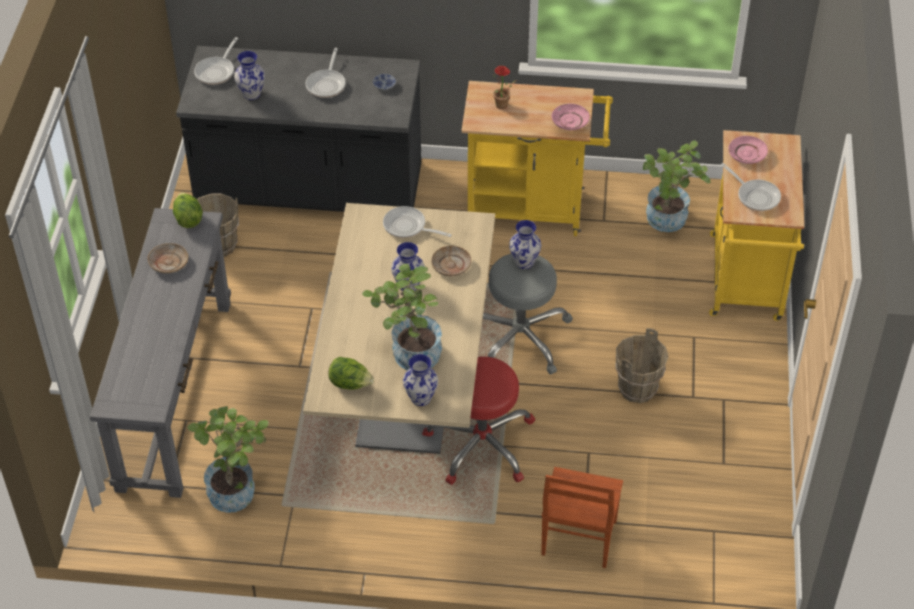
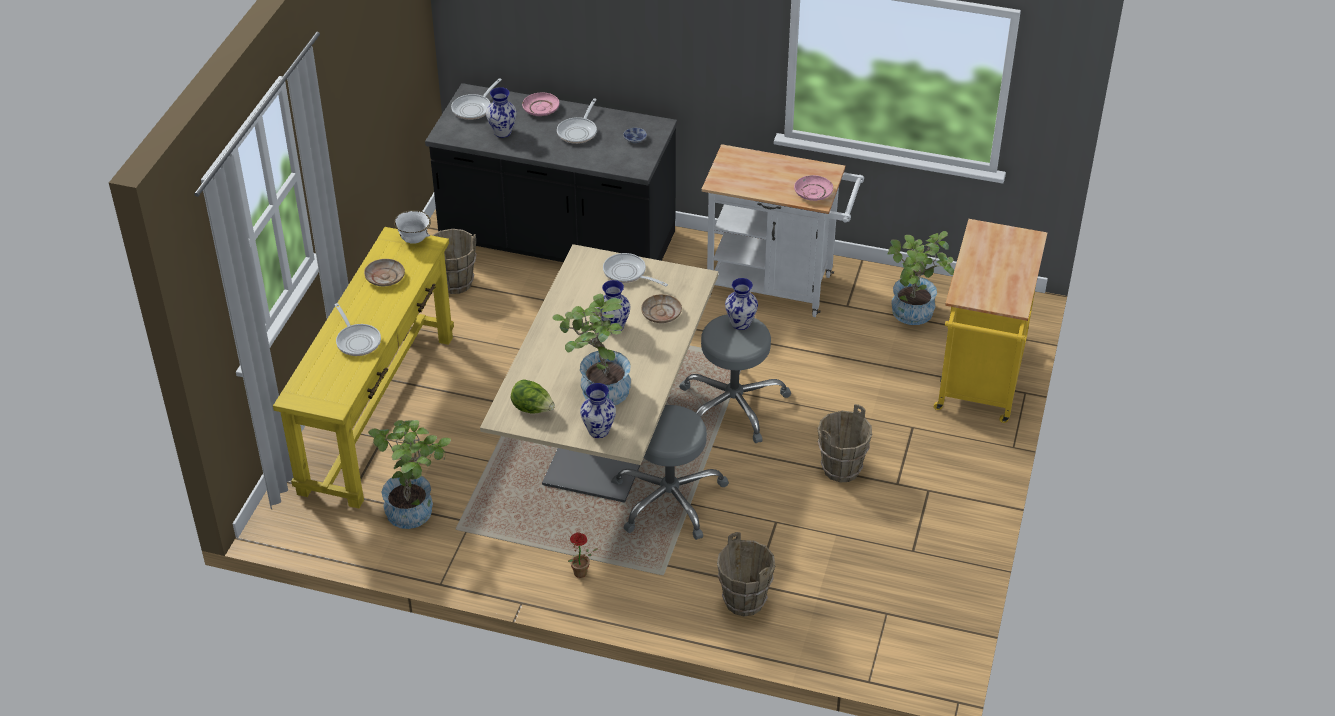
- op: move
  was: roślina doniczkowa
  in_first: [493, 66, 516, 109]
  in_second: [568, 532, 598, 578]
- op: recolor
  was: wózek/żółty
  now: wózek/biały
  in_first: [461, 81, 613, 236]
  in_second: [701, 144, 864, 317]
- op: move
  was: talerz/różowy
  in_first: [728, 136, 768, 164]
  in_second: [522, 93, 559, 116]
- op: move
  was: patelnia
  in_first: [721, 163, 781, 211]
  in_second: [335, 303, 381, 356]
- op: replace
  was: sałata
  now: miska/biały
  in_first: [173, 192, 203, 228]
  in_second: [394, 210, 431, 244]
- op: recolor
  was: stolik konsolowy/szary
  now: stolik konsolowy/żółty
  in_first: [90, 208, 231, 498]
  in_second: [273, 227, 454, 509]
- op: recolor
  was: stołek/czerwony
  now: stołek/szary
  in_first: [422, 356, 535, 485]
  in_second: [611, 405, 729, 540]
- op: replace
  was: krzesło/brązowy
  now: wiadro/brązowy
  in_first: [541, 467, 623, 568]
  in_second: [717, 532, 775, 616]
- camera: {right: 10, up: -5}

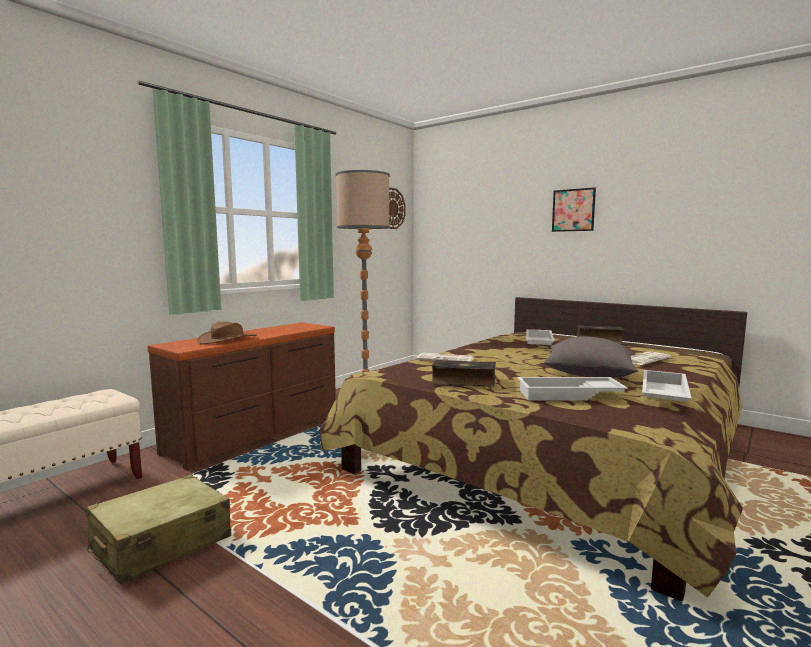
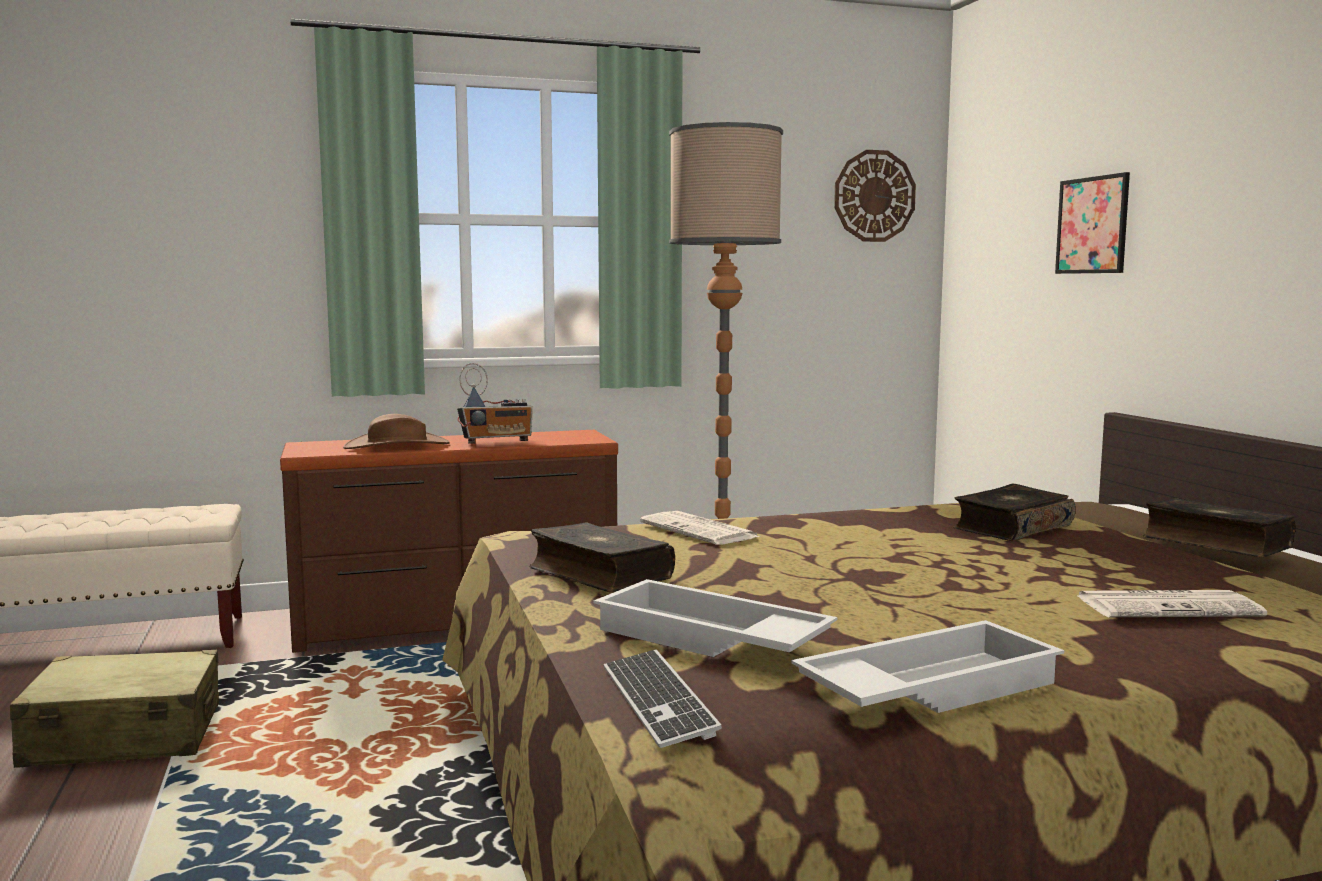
- op: move
  was: obraz
  in_first: [552, 187, 596, 232]
  in_second: [1055, 172, 1130, 274]
- op: replace
  was: taca/biały
  now: książka
  in_first: [526, 329, 554, 345]
  in_second: [953, 484, 1076, 541]
- op: delete
  was: poduszka/szary
  in_first: [544, 336, 638, 378]
- op: insert
  now: radio
  in_second: [457, 363, 533, 444]
- op: insert
  now: klawiatura
  in_second: [604, 649, 722, 748]
- camera: {right: 35, up: 0}

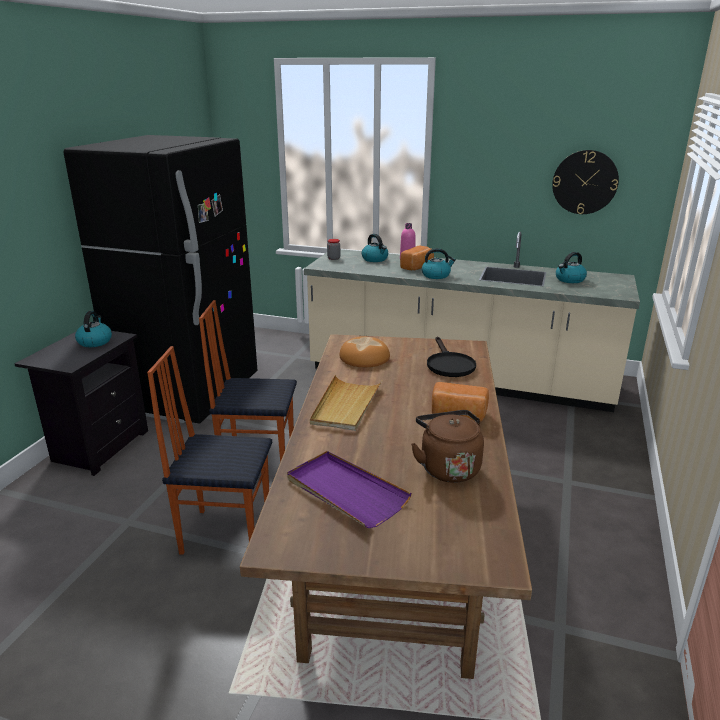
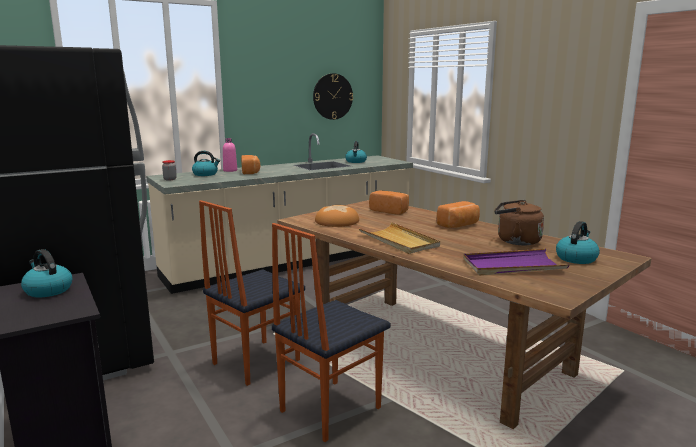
- op: move
  was: czajnik
  in_first: [422, 248, 456, 279]
  in_second: [556, 221, 600, 264]
- op: replace
  was: patelnia/czarny
  now: chleb
  in_first: [427, 336, 476, 377]
  in_second: [369, 191, 409, 215]
- camera: {right: -50, up: -10}

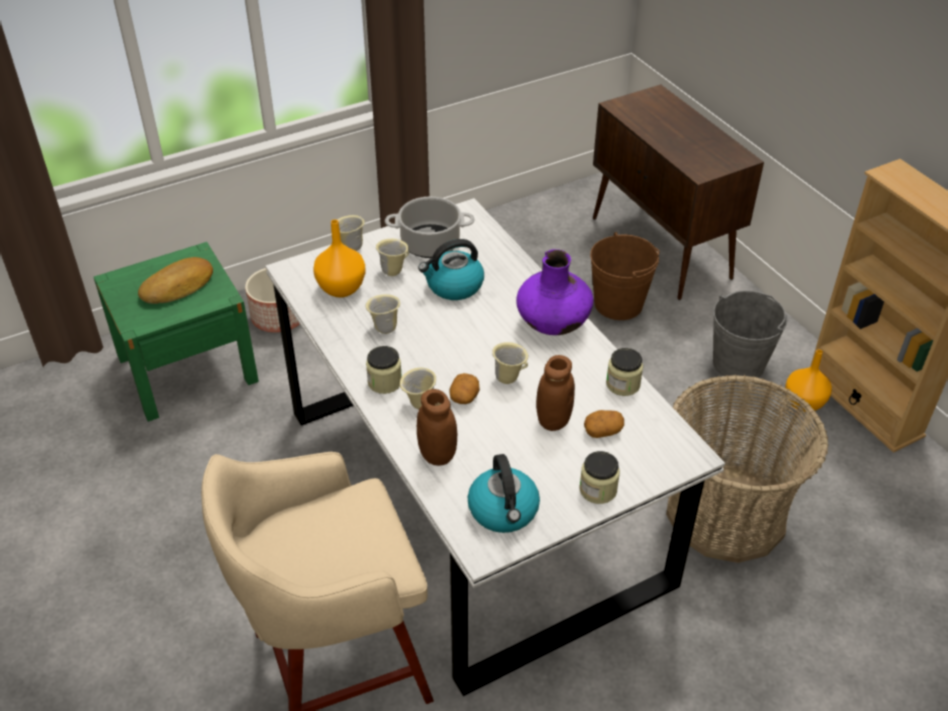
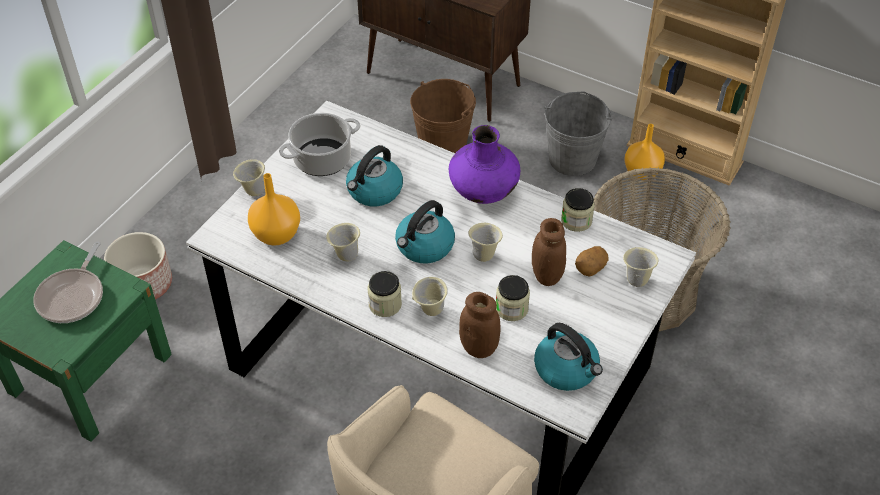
- op: move
  was: kubek/beżowy
  in_first: [376, 239, 409, 276]
  in_second: [623, 247, 659, 287]
- op: replace
  was: chleb
  now: patelnia
  in_first: [138, 257, 213, 304]
  in_second: [33, 241, 103, 323]
- op: delete
  was: ziemniak
  in_first: [449, 373, 480, 404]
- op: move
  was: słoik
  in_first: [580, 451, 620, 504]
  in_second: [496, 275, 530, 321]
- op: insert
  now: czajnik
  in_second: [395, 200, 455, 263]
- camera: {right: -30, up: 5}

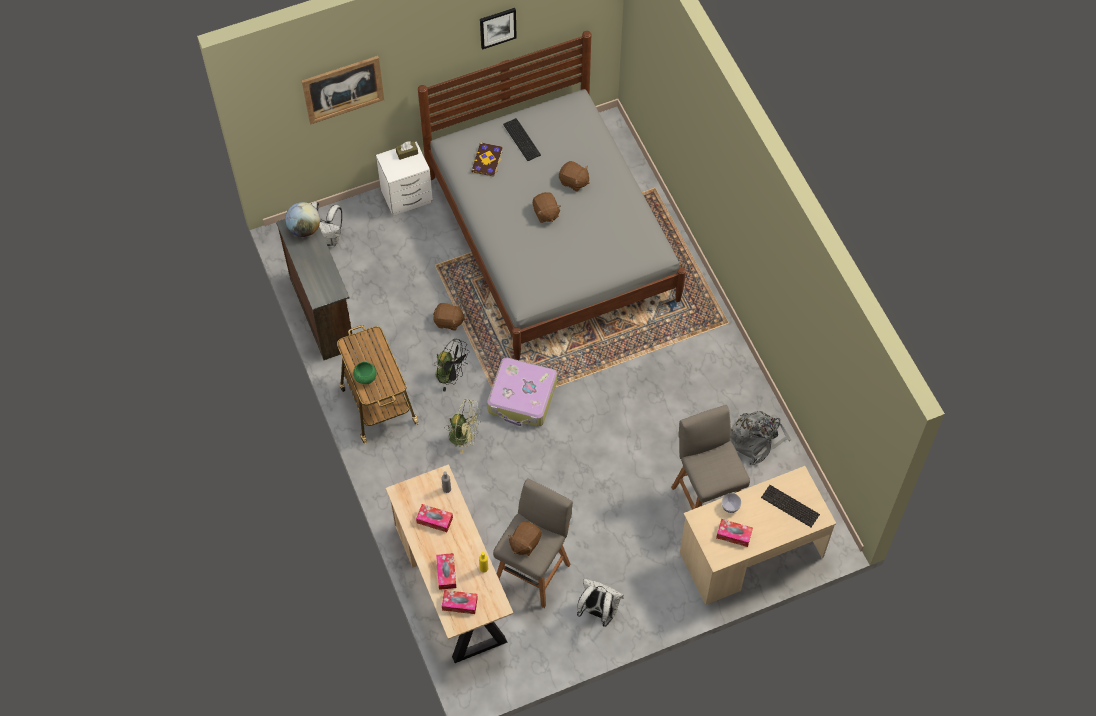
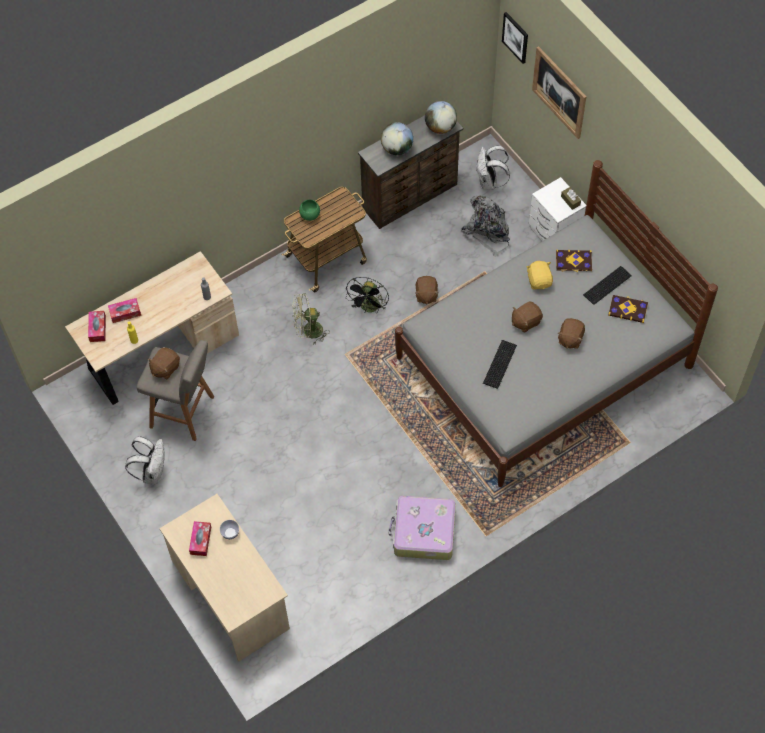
- op: move
  was: obraz
  in_first: [480, 8, 517, 50]
  in_second: [502, 12, 528, 64]
- op: move
  was: walizka
  in_first: [487, 358, 557, 427]
  in_second: [388, 496, 456, 560]
- op: rotate
  was: wentylator/zielony
  in_first: [444, 399, 481, 454]
  in_second: [293, 293, 330, 345]
  clockwise: 75
- op: delete
  was: stołek/szary
  in_first: [671, 405, 750, 510]
- op: move
  was: plecak/szary
  in_first: [730, 411, 791, 465]
  in_second: [461, 196, 510, 257]
- op: move
  was: klawiatura
  in_first: [761, 485, 820, 527]
  in_second: [483, 340, 517, 389]
- op: delete
  was: pudełko chusteczek
  in_first: [416, 504, 453, 532]
- op: rotate
  was: pluszak/brązowy
  in_first: [508, 521, 542, 556]
  in_second: [148, 347, 180, 379]
  clockwise: -75
- op: insert
  now: globus
  in_second: [381, 122, 413, 155]
- op: insert
  now: pluszak/żółty
  in_second: [526, 261, 553, 290]
- op: insert
  now: książka
  in_second: [608, 295, 648, 323]
- camera: {right: 80, up: 0}

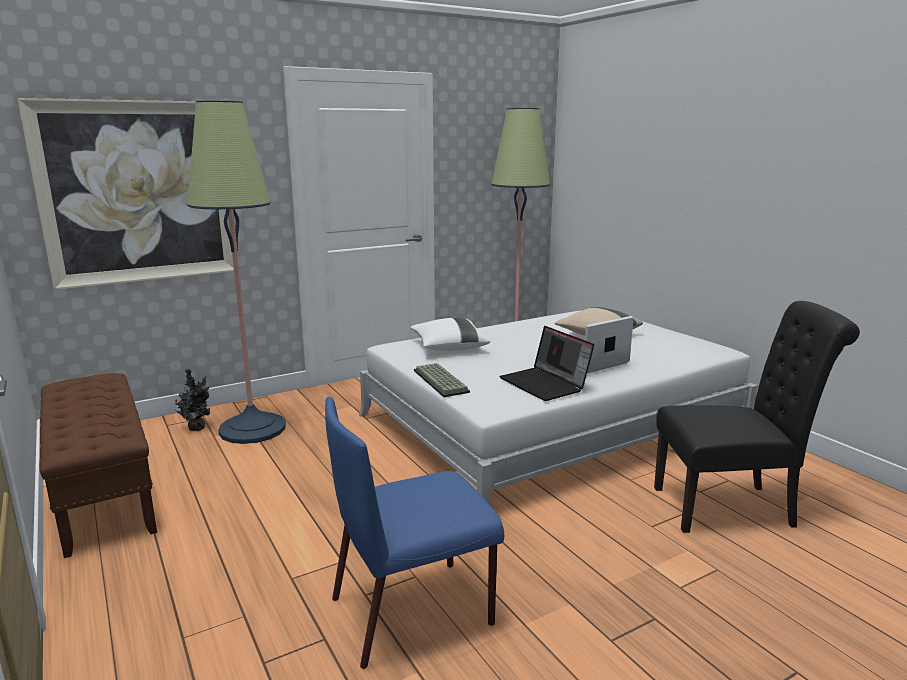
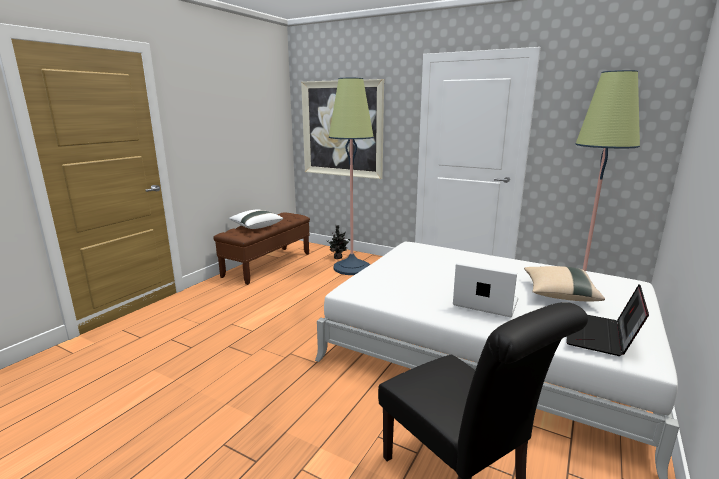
- op: move
  was: poduszka/biały
  in_first: [410, 318, 490, 351]
  in_second: [228, 209, 283, 229]
- op: move
  was: laptop
  in_first: [499, 326, 594, 401]
  in_second: [566, 284, 649, 356]
- op: delete
  was: klawiatura
  in_first: [414, 363, 470, 397]
- op: delete
  was: krzesło/niebieski
  in_first: [325, 397, 504, 669]
- camera: {right: 60, up: 0}

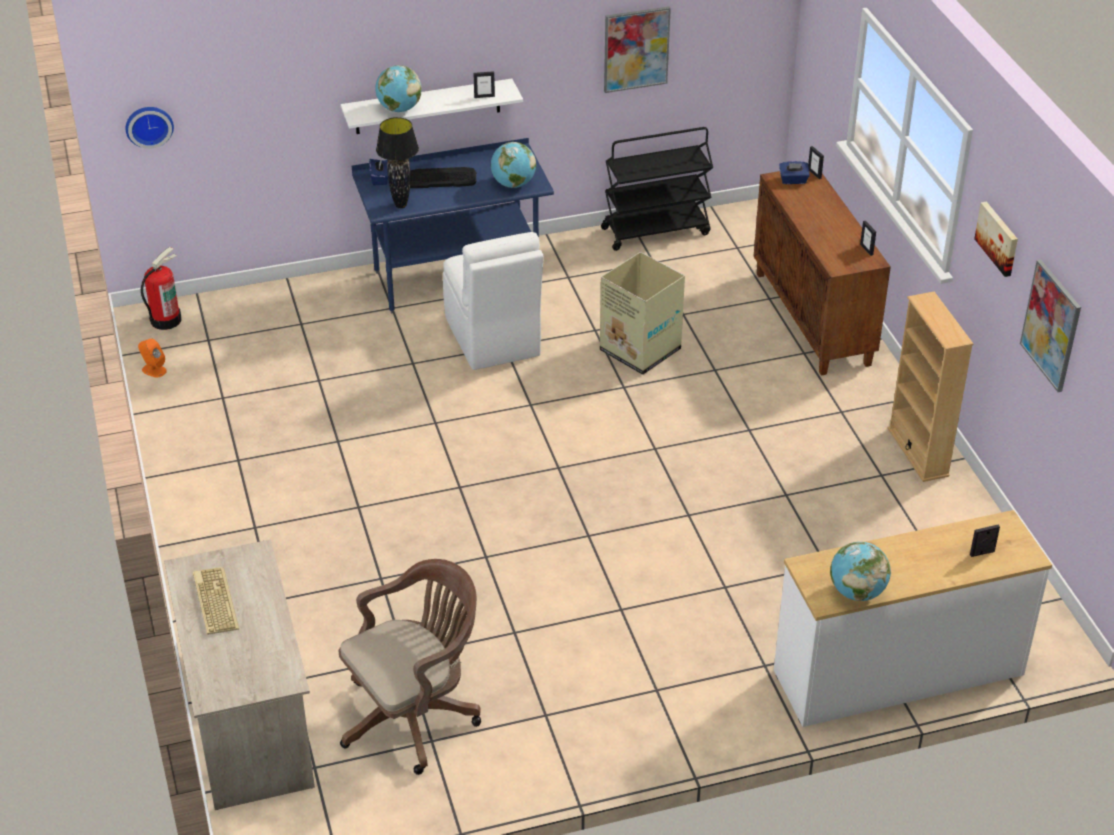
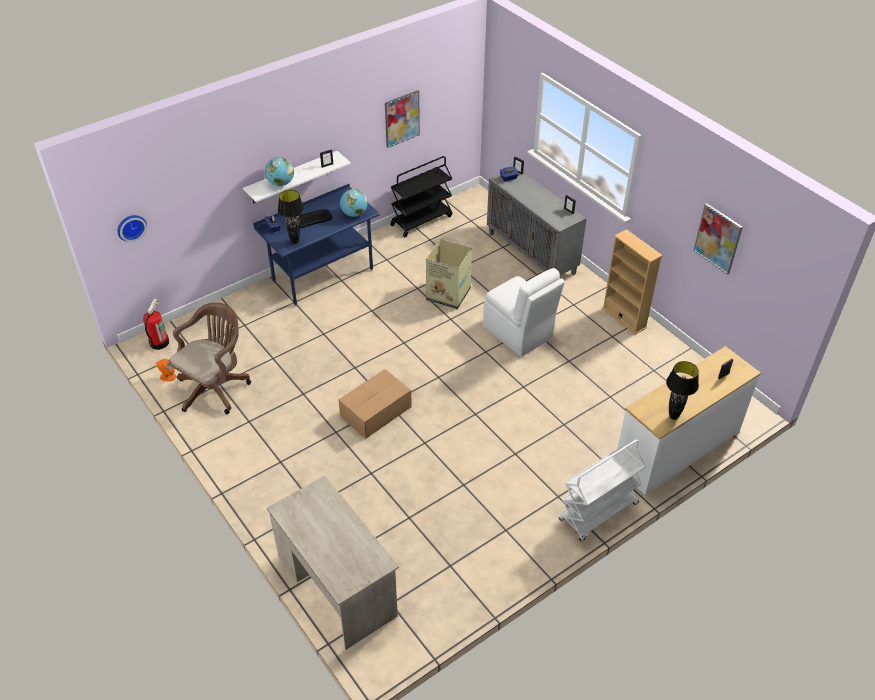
- op: recolor
  was: szafka/brązowy
  now: szafka/szary
  in_first: [753, 171, 891, 376]
  in_second: [487, 172, 587, 275]
- op: delete
  was: obraz
  in_first: [974, 201, 1018, 277]
- op: move
  was: krzesło/biały
  in_first: [443, 232, 543, 370]
  in_second: [483, 268, 565, 357]
- op: replace
  was: globus
  now: lampa stołowa/czarny
  in_first: [830, 542, 891, 601]
  in_second: [666, 361, 699, 420]
- op: move
  was: krzesło biurowe/brązowy
  in_first: [339, 559, 481, 775]
  in_second: [169, 302, 251, 414]
- op: delete
  was: klawiatura
  in_first: [193, 567, 240, 634]
- op: insert
  now: karton
  in_second: [338, 369, 412, 439]
- op: insert
  now: wózek/biały
  in_second: [558, 439, 646, 542]
- camera: {right: -20, up: 5}

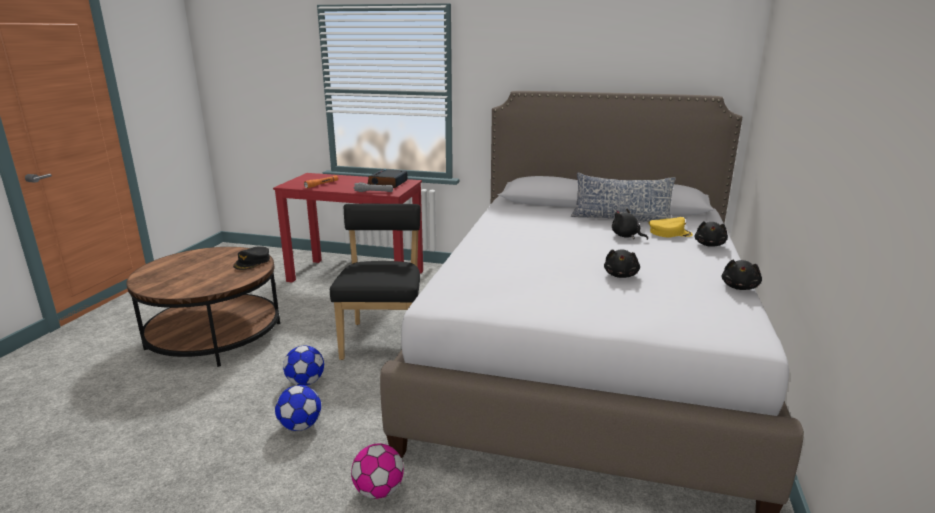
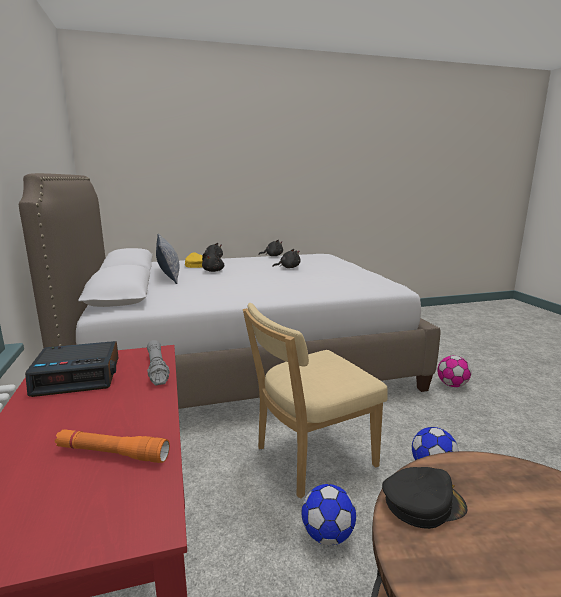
- op: recolor
  was: krzesło/czarny
  now: krzesło/beżowy
  in_first: [330, 204, 421, 360]
  in_second: [243, 303, 388, 499]
- op: move
  was: piłka futbolowa
  in_first: [275, 385, 321, 431]
  in_second: [302, 484, 356, 545]
- camera: {right: -120, up: -5}

